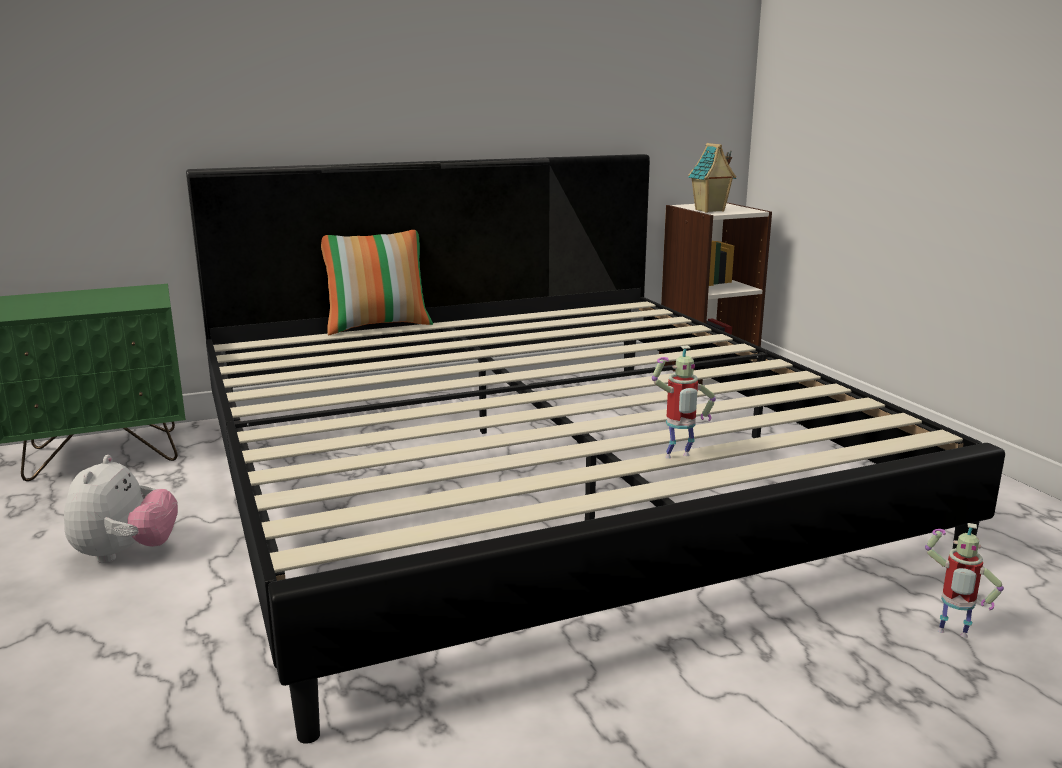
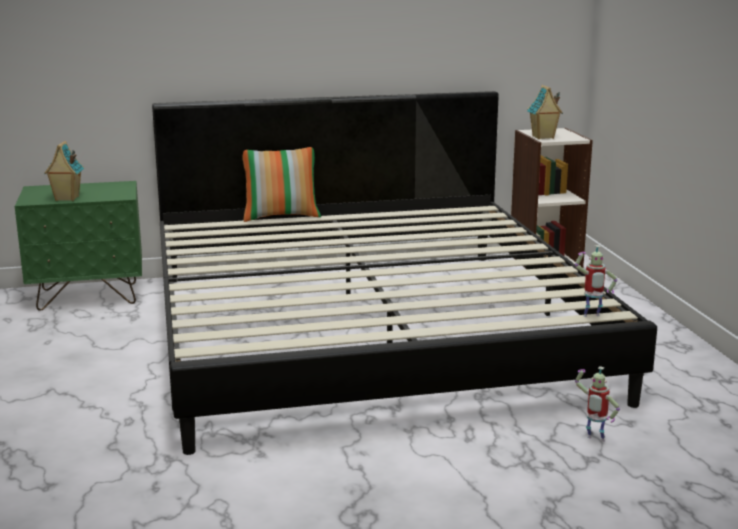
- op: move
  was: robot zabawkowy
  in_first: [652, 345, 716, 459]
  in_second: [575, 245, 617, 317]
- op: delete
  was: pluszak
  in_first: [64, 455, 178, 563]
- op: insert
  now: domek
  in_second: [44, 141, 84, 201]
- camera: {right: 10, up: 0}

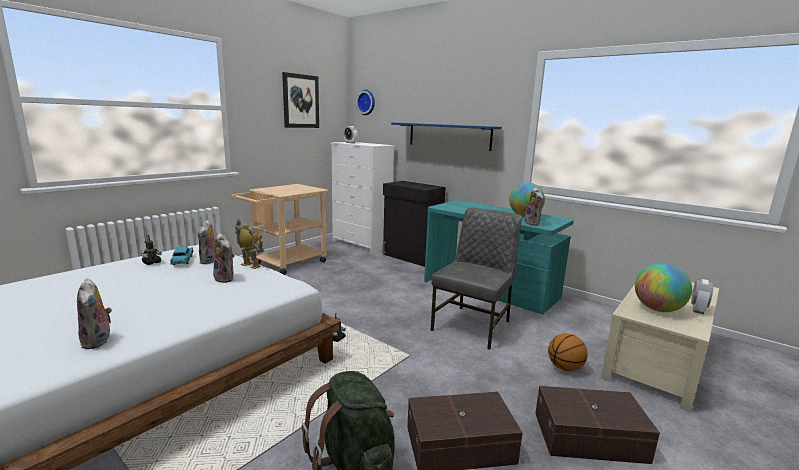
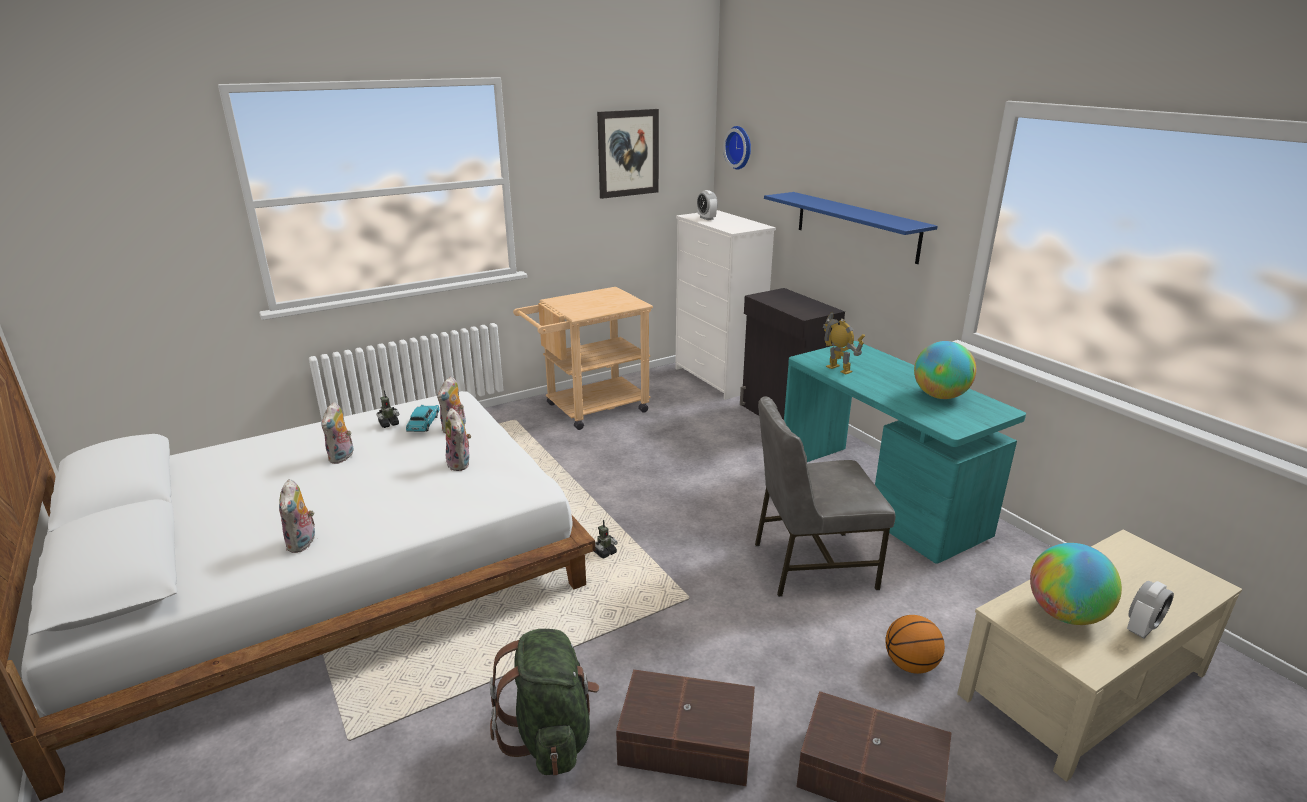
- op: move
  was: pluszak
  in_first: [525, 187, 543, 226]
  in_second: [321, 402, 354, 464]
- op: rotate
  was: krzesło/szary
  in_first: [430, 207, 522, 350]
  in_second: [755, 396, 895, 597]
  clockwise: -150
- op: move
  was: robot zabawkowy
  in_first: [235, 219, 264, 269]
  in_second: [823, 312, 865, 374]
- camera: {right: 20, up: 10}

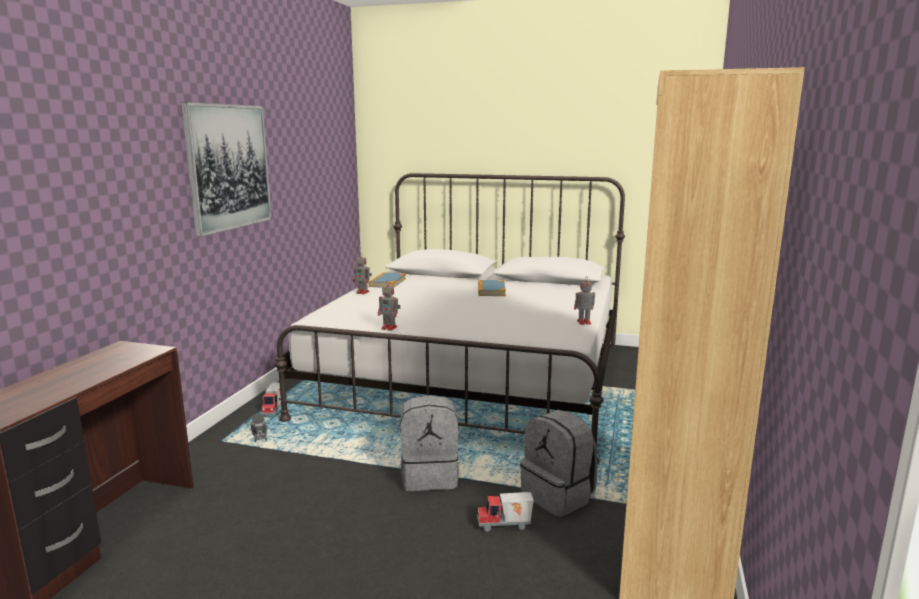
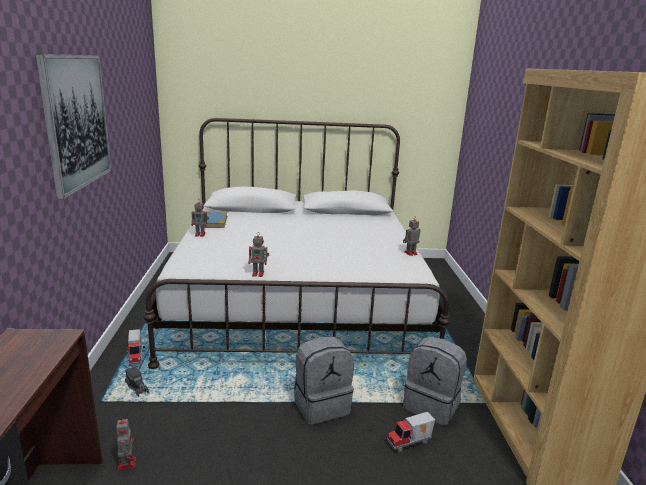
- op: delete
  was: książka
  in_first: [478, 280, 506, 296]
- op: insert
  now: robot zabawkowy
  in_second: [116, 417, 136, 470]
- camera: {right: -20, up: 5}

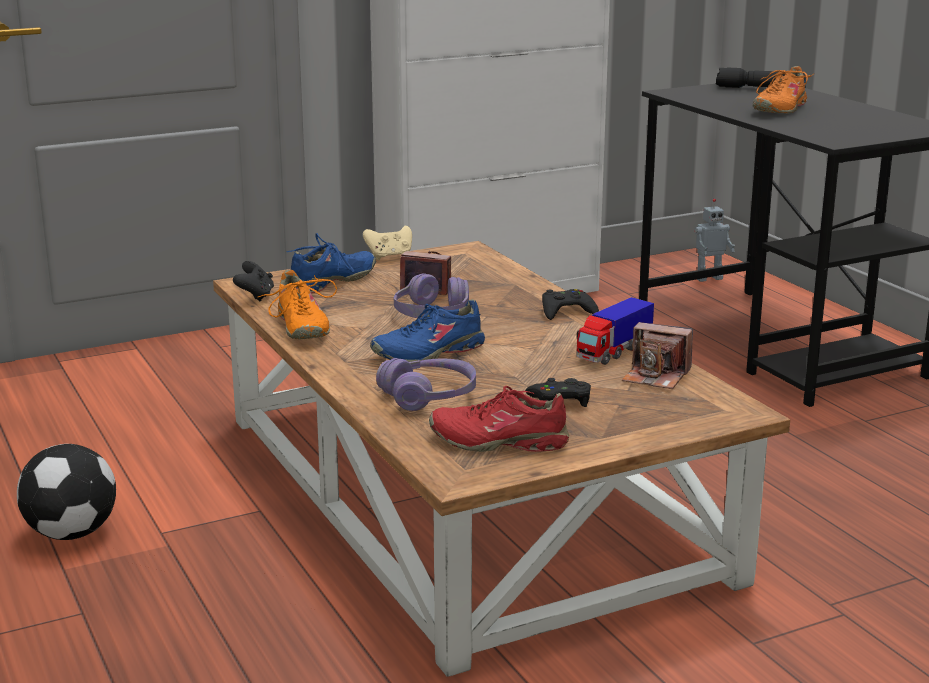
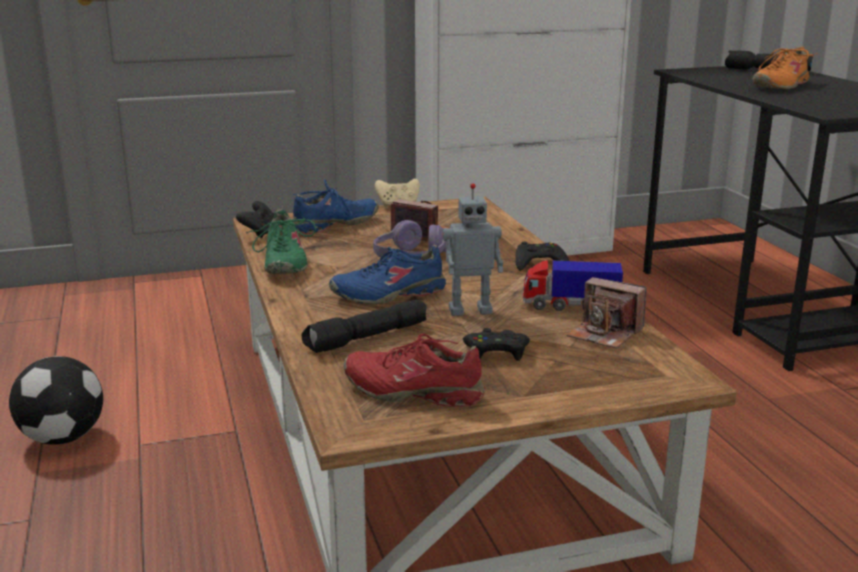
- op: move
  was: robot zabawkowy
  in_first: [695, 199, 735, 282]
  in_second: [443, 183, 503, 316]
- op: recolor
  was: but/pomarańczowy
  now: but/zielony
  in_first: [257, 270, 337, 339]
  in_second: [246, 209, 316, 274]
- op: rotate
  was: ciężarówka zabawkowa
  in_first: [577, 297, 654, 365]
  in_second: [523, 260, 623, 311]
  clockwise: 45
- op: replace
  was: słuchawki/fioletowy
  now: latarka/czarny
  in_first: [376, 358, 476, 411]
  in_second: [302, 300, 427, 353]
- camera: {right: 10, up: 0}

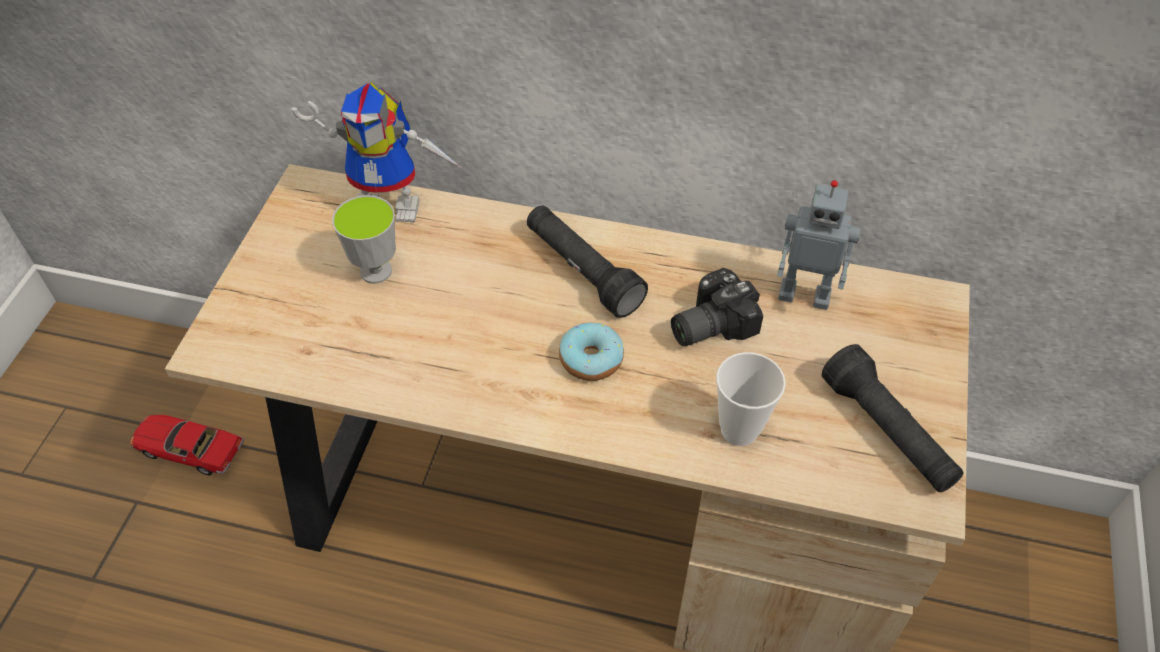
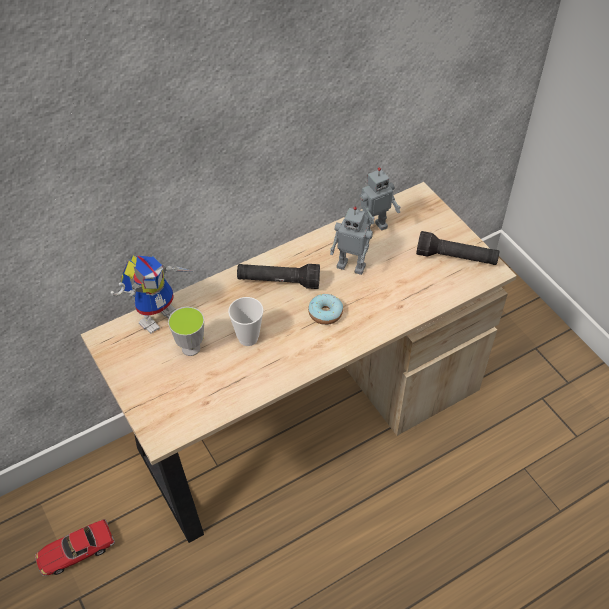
- op: replace
  was: aparat fotograficzny
  now: robot zabawkowy
  in_first: [671, 268, 763, 346]
  in_second: [330, 206, 373, 275]
- op: move
  was: filiżanka
  in_first: [716, 352, 786, 446]
  in_second: [228, 297, 264, 346]
- camera: {right: -45, up: 0}

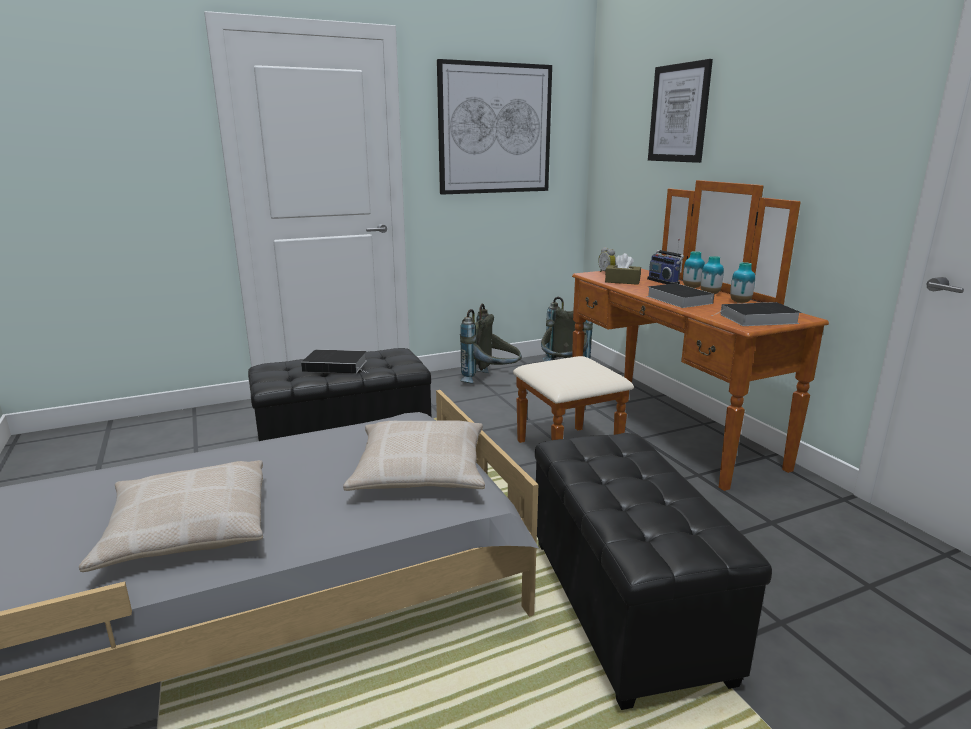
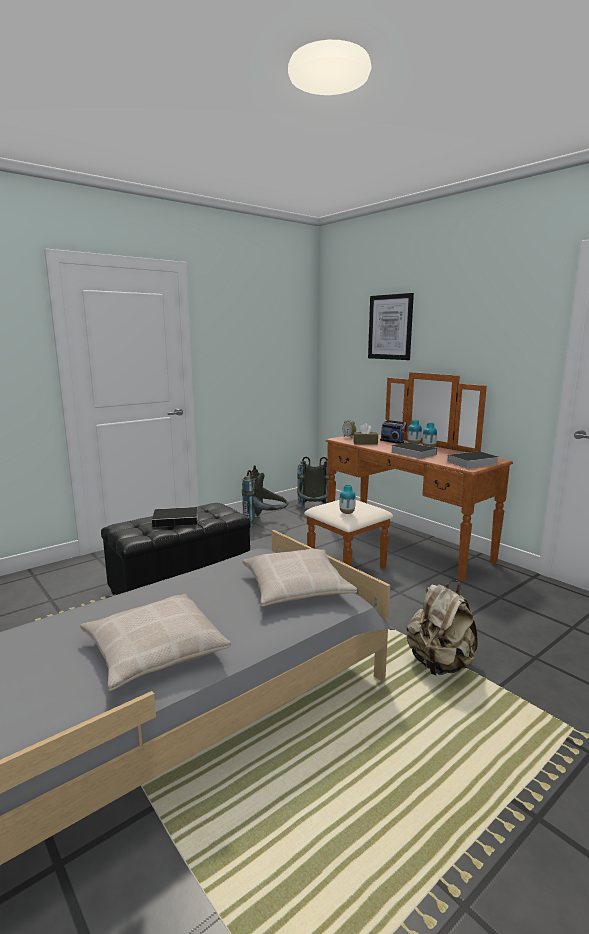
- op: delete
  was: obraz
  in_first: [437, 59, 552, 194]
- op: move
  was: wazon
  in_first: [730, 262, 755, 303]
  in_second: [339, 485, 356, 514]
- op: replace
  was: pufa/czarny
  now: plecak/beżowy
  in_first: [535, 433, 772, 710]
  in_second: [407, 581, 478, 676]
- camera: {right: -15, up: -5}

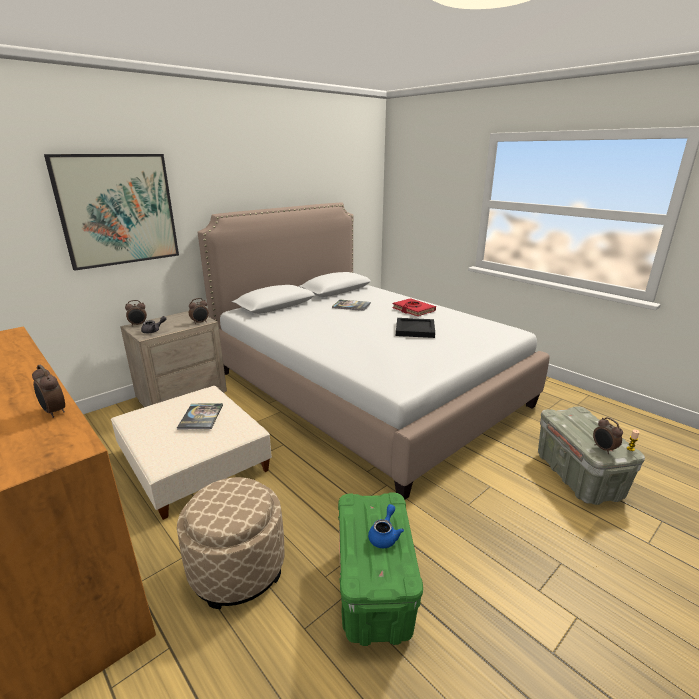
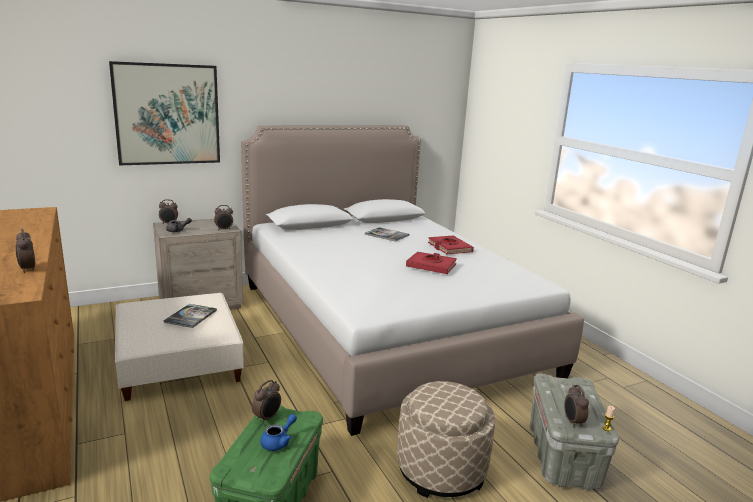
- op: replace
  was: taca/czarny
  now: książka/czerwony
  in_first: [396, 318, 435, 338]
  in_second: [406, 252, 457, 274]
- op: move
  was: pufa/beżowy
  in_first: [177, 477, 284, 609]
  in_second: [397, 381, 495, 498]
- op: insert
  now: budzik
  in_second: [252, 380, 281, 424]
- camera: {right: 15, up: -5}

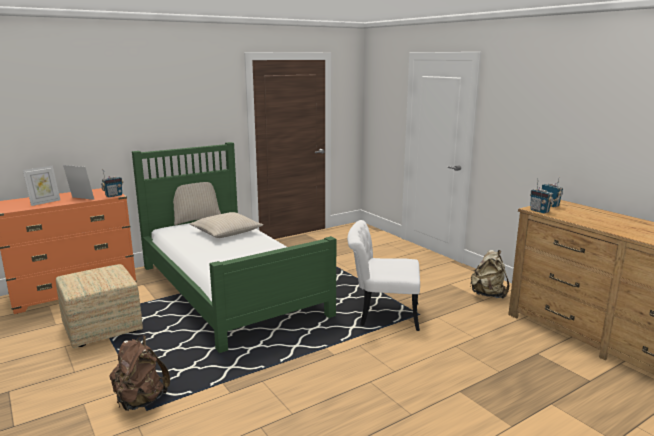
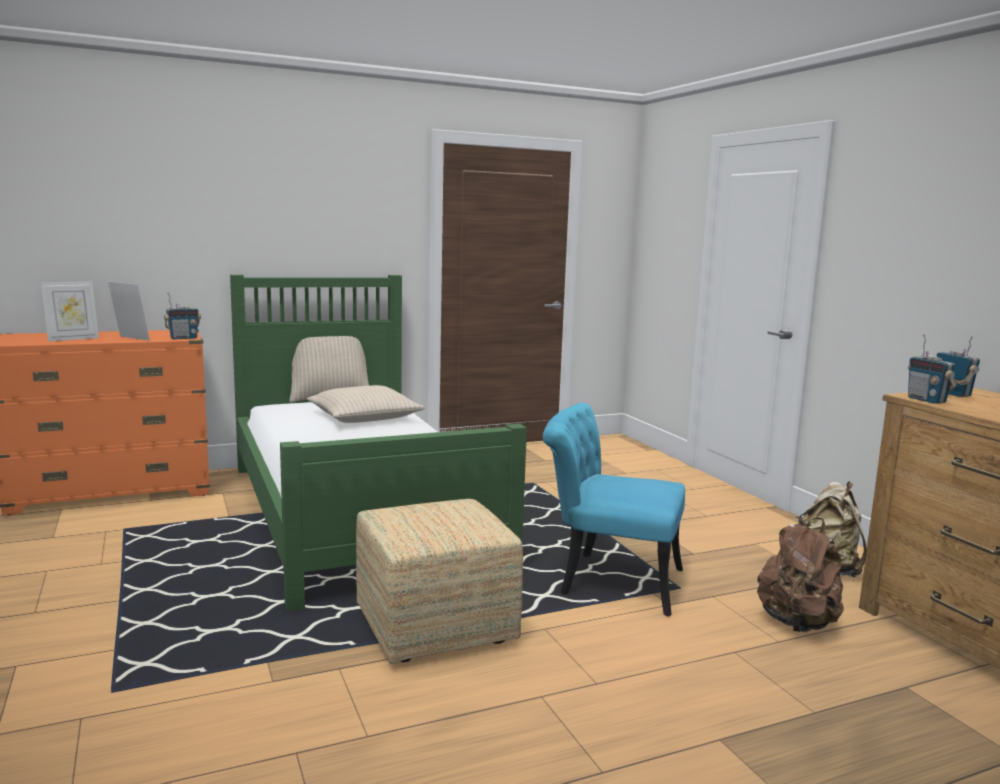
- op: recolor
  was: krzesło/biały
  now: krzesło/turkusowy
  in_first: [347, 220, 420, 331]
  in_second: [543, 403, 685, 616]
- op: move
  was: pufa
  in_first: [56, 264, 143, 348]
  in_second: [356, 499, 523, 664]
- op: move
  was: plecak/brązowy
  in_first: [109, 335, 170, 411]
  in_second: [757, 518, 844, 632]
- camera: {right: 10, up: -5}

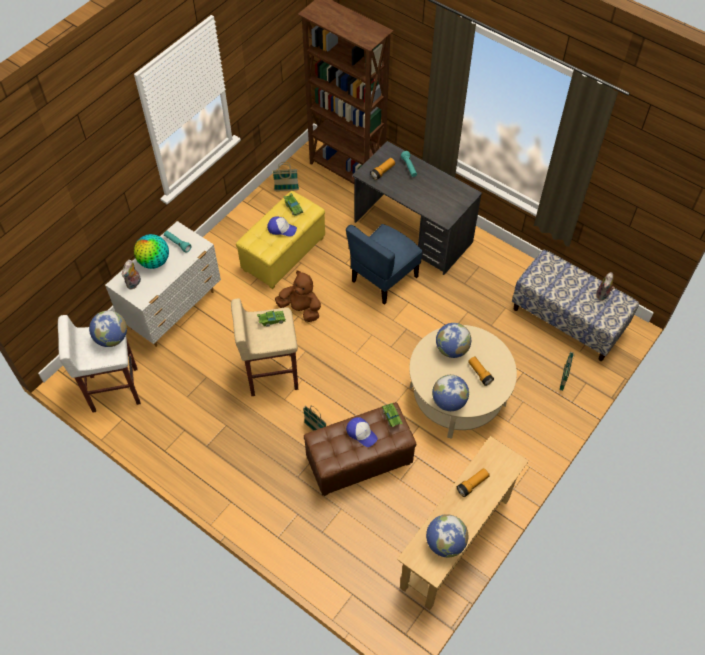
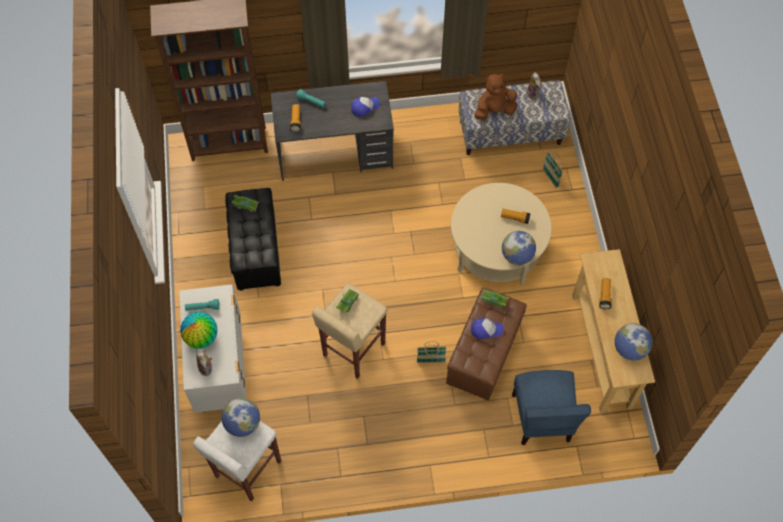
- op: delete
  was: koszyk
  in_first: [272, 162, 299, 191]
- op: recolor
  was: pufa/żółty
  now: pufa/czarny
  in_first: [236, 191, 325, 289]
  in_second: [225, 188, 281, 291]
- op: move
  was: czapka z daszkiem
  in_first: [267, 216, 297, 236]
  in_second: [351, 97, 380, 117]
- op: move
  was: krzesło/niebieski
  in_first: [346, 224, 422, 305]
  in_second: [512, 370, 591, 445]
- op: move
  was: pluszak/brązowy
  in_first: [275, 271, 321, 322]
  in_second: [474, 74, 518, 120]
- op: delete
  was: globus
  in_first: [436, 323, 471, 358]
- camera: {right: -45, up: 5}

